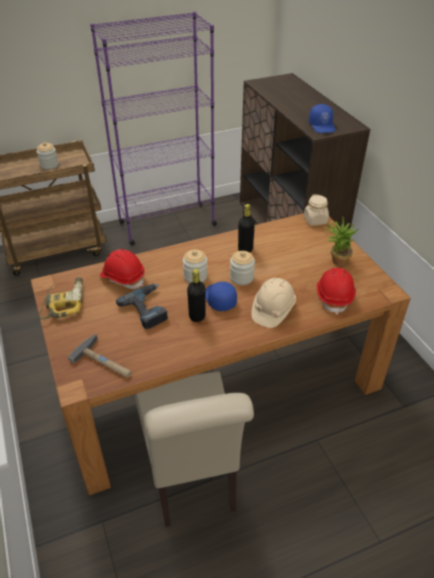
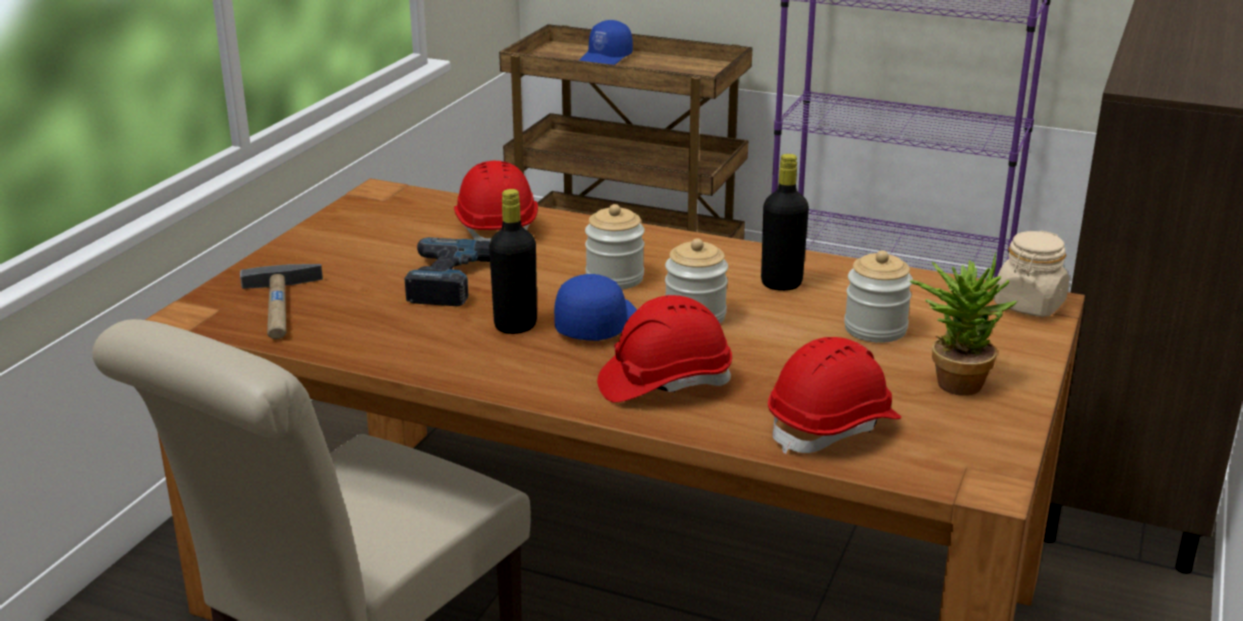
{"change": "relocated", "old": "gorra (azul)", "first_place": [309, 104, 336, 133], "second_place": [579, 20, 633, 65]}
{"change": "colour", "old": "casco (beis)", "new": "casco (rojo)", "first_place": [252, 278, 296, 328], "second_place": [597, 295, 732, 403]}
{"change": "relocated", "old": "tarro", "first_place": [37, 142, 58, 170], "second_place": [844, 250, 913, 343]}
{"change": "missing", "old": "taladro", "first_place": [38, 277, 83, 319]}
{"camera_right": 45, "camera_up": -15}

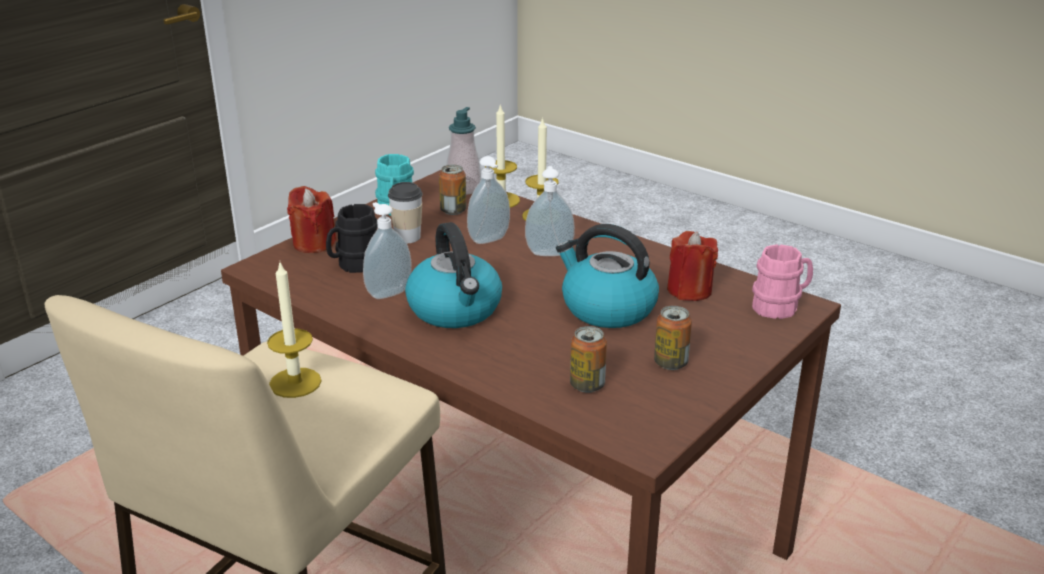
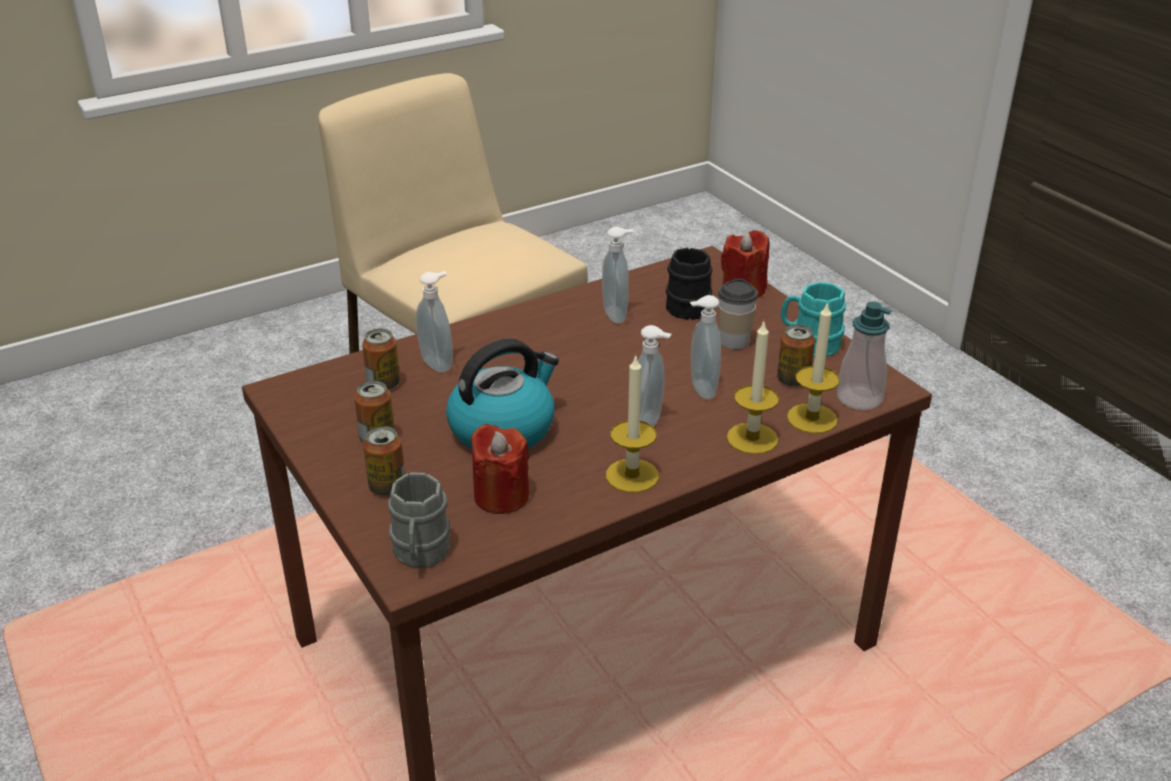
{"change": "appeared", "new": "lata", "second_place": [363, 426, 405, 496]}
{"change": "colour", "old": "taza grande (rosa)", "new": "taza grande (gris)", "first_place": [752, 244, 813, 319], "second_place": [388, 472, 450, 568]}
{"change": "appeared", "new": "dispensador de jabón", "second_place": [416, 271, 453, 372]}
{"change": "relocated", "old": "vela", "first_place": [267, 263, 321, 398], "second_place": [606, 354, 659, 493]}
{"change": "missing", "old": "hervidor", "first_place": [405, 222, 502, 328]}
{"camera_right": 110, "camera_up": 5}

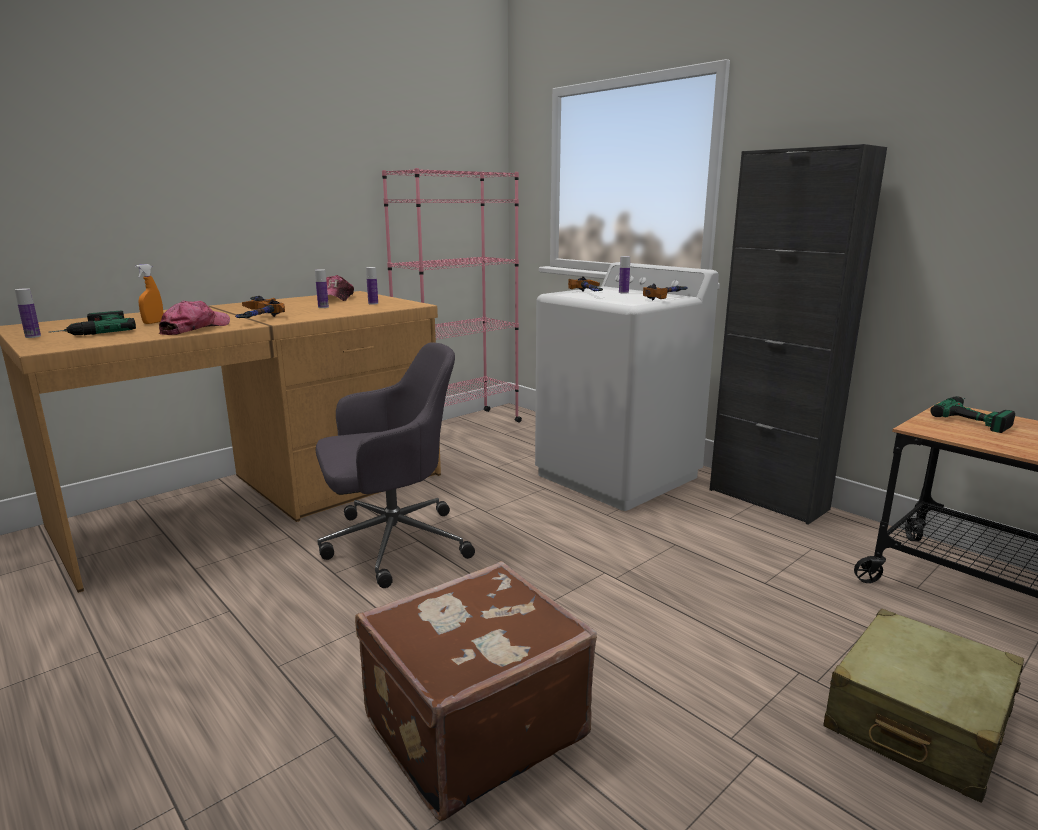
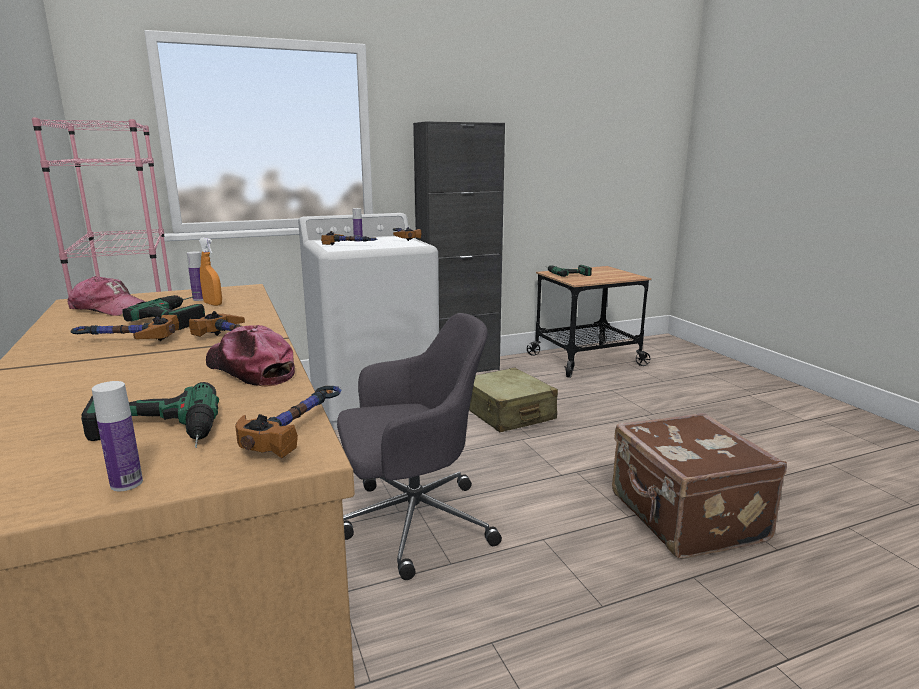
{"change": "exchanged", "old": "botella", "new": "taladro", "first_place": [315, 269, 329, 308], "second_place": [123, 295, 205, 330]}
{"change": "relocated", "old": "pulverizador (naranja)", "first_place": [135, 264, 164, 324], "second_place": [199, 238, 222, 306]}
{"change": "appeared", "new": "martillo", "second_place": [235, 386, 342, 458]}
{"change": "spun", "old": "silla de oficina (gris)", "first_place": [316, 342, 475, 588], "second_place": [337, 313, 502, 580], "degrees": 75}
{"change": "relocated", "old": "maleta (beis)", "first_place": [823, 609, 1024, 803], "second_place": [469, 367, 558, 432]}
{"camera_right": -70, "camera_up": 0}

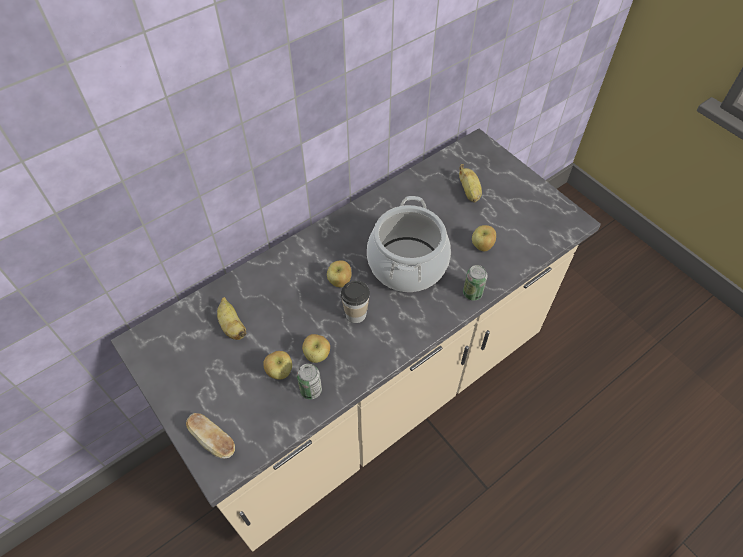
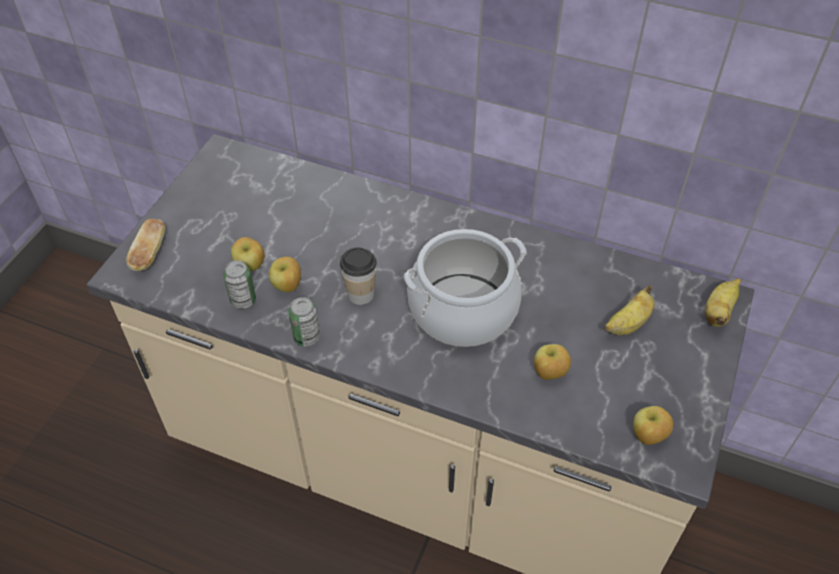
{"change": "relocated", "old": "lata", "first_place": [463, 265, 487, 301], "second_place": [288, 297, 320, 347]}
{"change": "relocated", "old": "manzana", "first_place": [327, 261, 351, 288], "second_place": [633, 406, 673, 445]}
{"change": "relocated", "old": "plátano", "first_place": [217, 297, 247, 340], "second_place": [705, 278, 741, 327]}
{"camera_right": 60, "camera_up": -5}

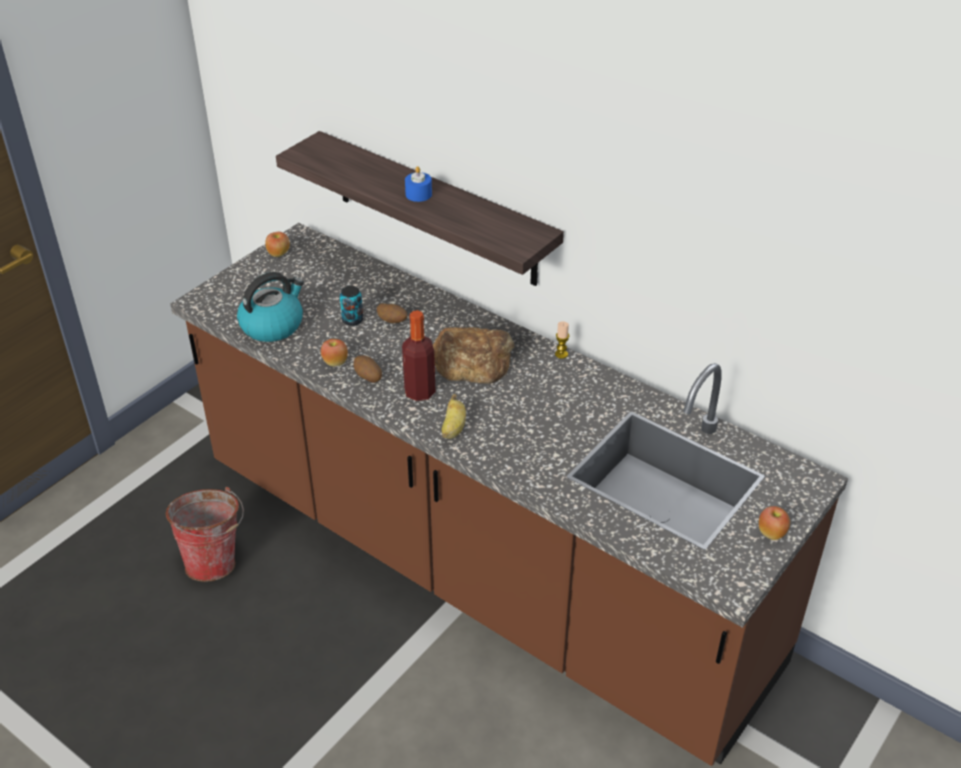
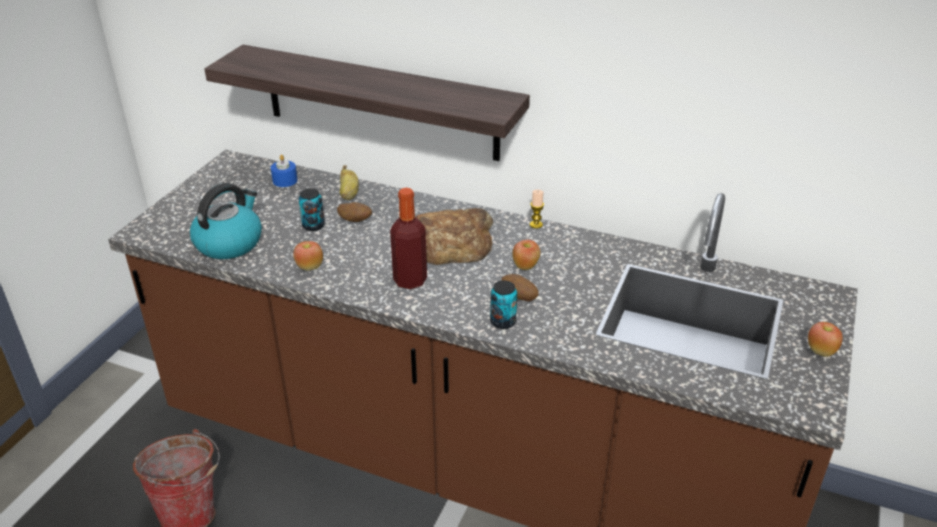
{"change": "relocated", "old": "vela (azul)", "first_place": [405, 166, 432, 202], "second_place": [271, 155, 298, 187]}
{"change": "relocated", "old": "plátano", "first_place": [442, 394, 466, 439], "second_place": [340, 165, 359, 200]}
{"change": "appeared", "new": "lata", "second_place": [490, 280, 517, 329]}
{"change": "relocated", "old": "patata", "first_place": [354, 356, 382, 383], "second_place": [501, 274, 539, 301]}
{"change": "relocated", "old": "manzana", "first_place": [265, 232, 290, 257], "second_place": [512, 240, 540, 270]}
{"camera_right": -15, "camera_up": -5}

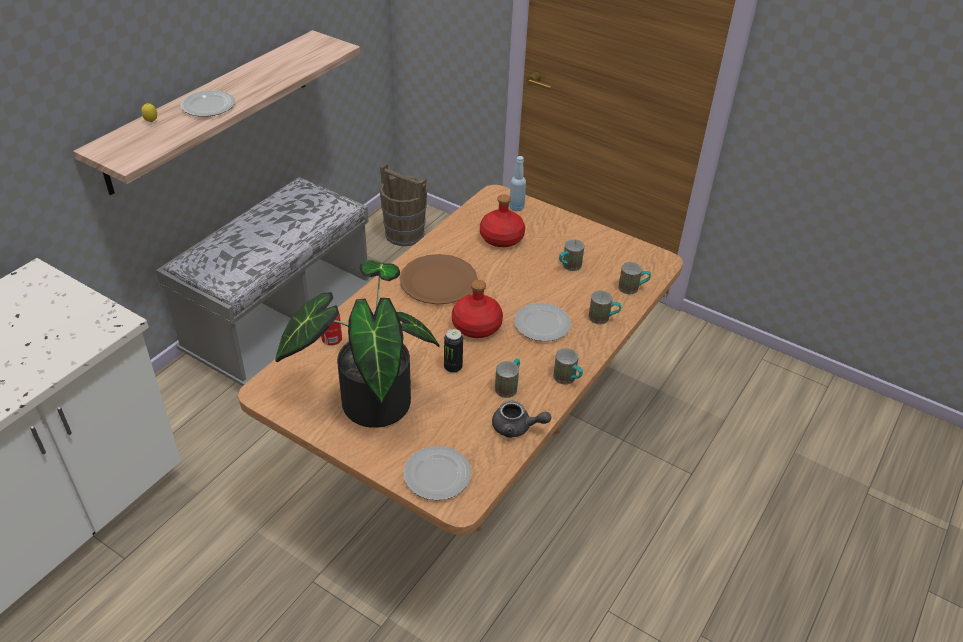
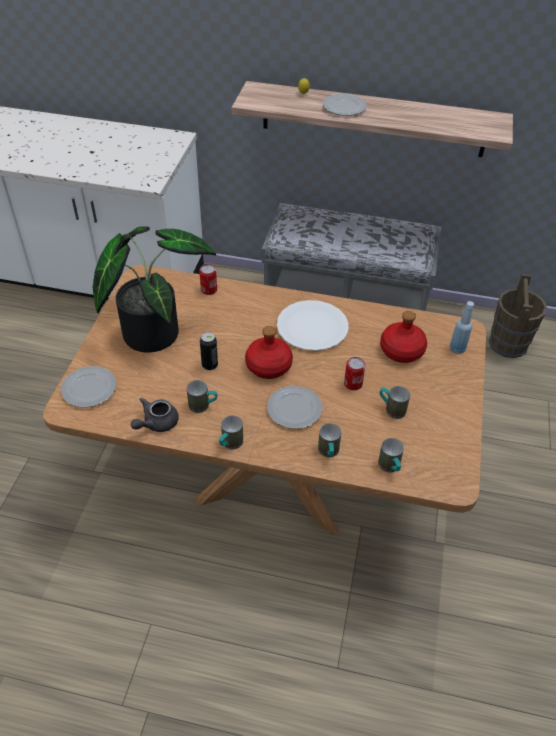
{"change": "spun", "old": "tetera (gris)", "first_place": [492, 400, 551, 438], "second_place": [131, 398, 179, 432], "degrees": 45}
{"change": "colour", "old": "plato (marrón)", "new": "plato (blanco)", "first_place": [400, 254, 478, 305], "second_place": [277, 300, 349, 351]}
{"change": "appeared", "new": "lata", "second_place": [344, 357, 366, 390]}
{"camera_right": 70, "camera_up": 5}

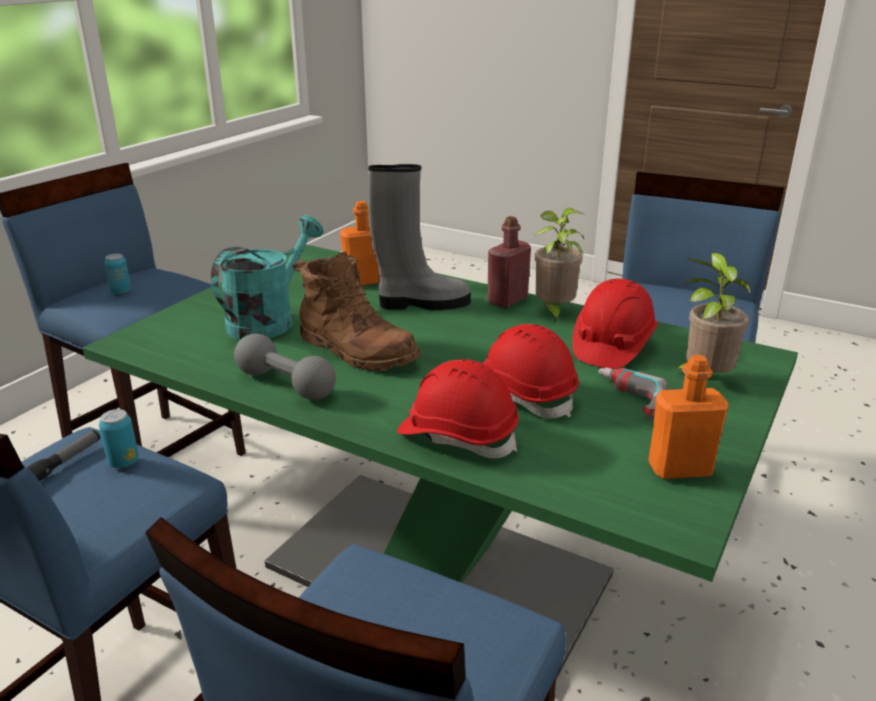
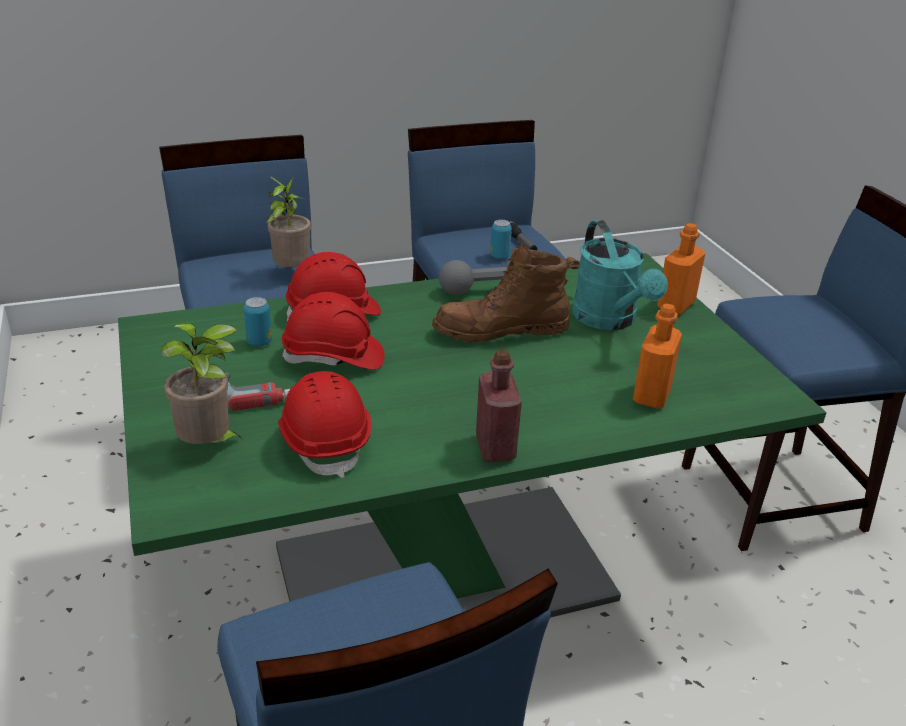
{"change": "relocated", "old": "lata", "first_place": [104, 254, 131, 294], "second_place": [244, 297, 272, 346]}
{"change": "relocated", "old": "planta en maceta", "first_place": [535, 208, 584, 324], "second_place": [266, 176, 311, 267]}
{"change": "relocated", "old": "botella (naranja)", "first_place": [648, 355, 728, 479], "second_place": [657, 223, 705, 315]}
{"change": "missing", "old": "bota (gris)", "first_place": [368, 164, 471, 310]}
{"camera_right": 130, "camera_up": 5}

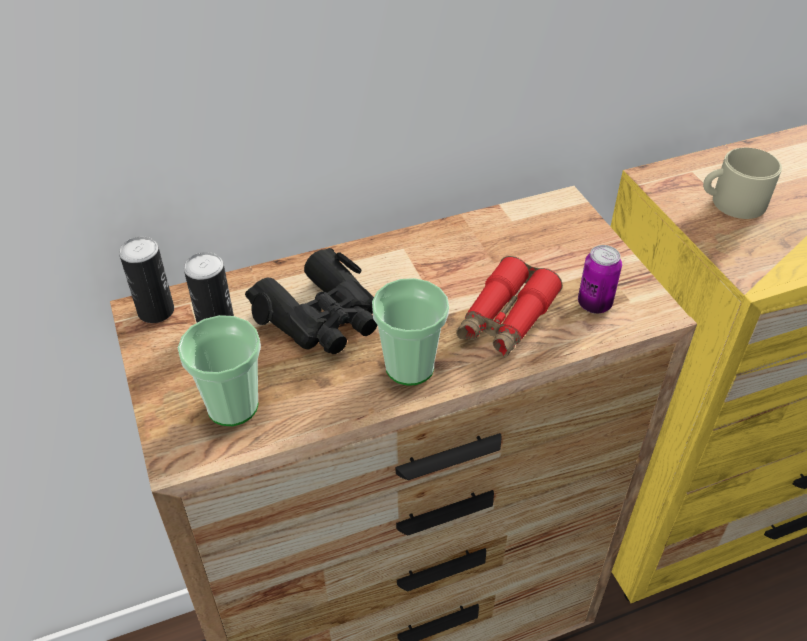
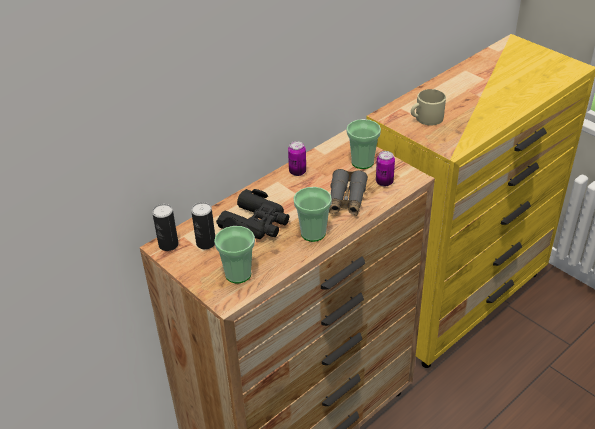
{"change": "appeared", "new": "lata", "second_place": [288, 141, 306, 176]}
{"change": "colour", "old": "prismáticos (rojo)", "new": "prismáticos (gris)", "first_place": [456, 256, 563, 357], "second_place": [329, 169, 368, 216]}
{"change": "appeared", "new": "taza", "second_place": [347, 119, 381, 169]}
{"camera_right": -20, "camera_up": -5}

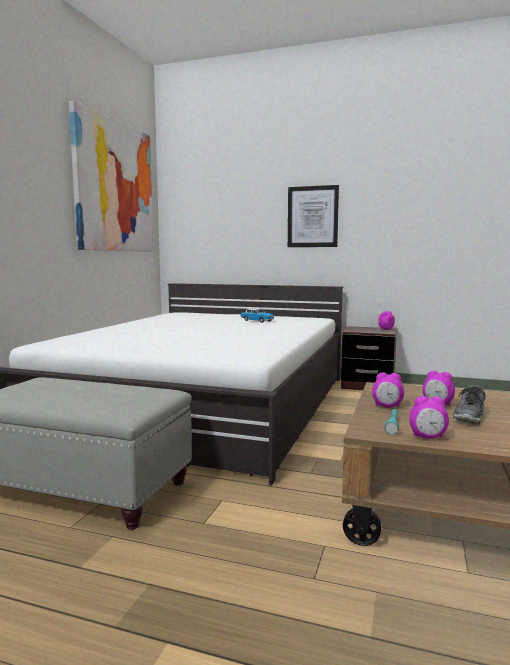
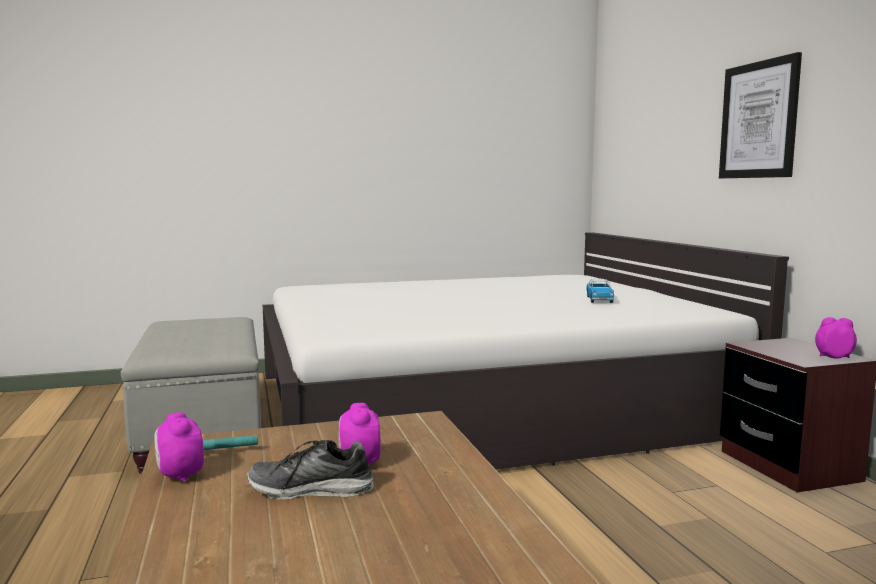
{"change": "missing", "old": "cuadro", "first_place": [69, 101, 154, 251]}
{"change": "missing", "old": "despertador", "first_place": [372, 372, 404, 408]}
{"camera_right": 55, "camera_up": 0}

